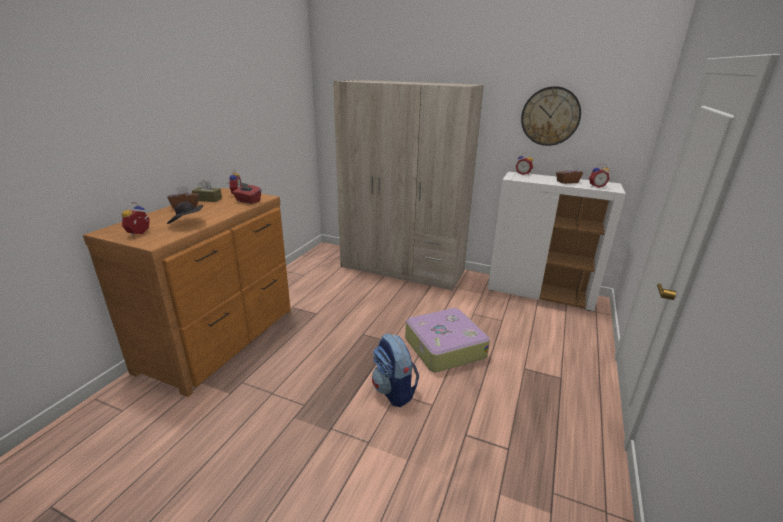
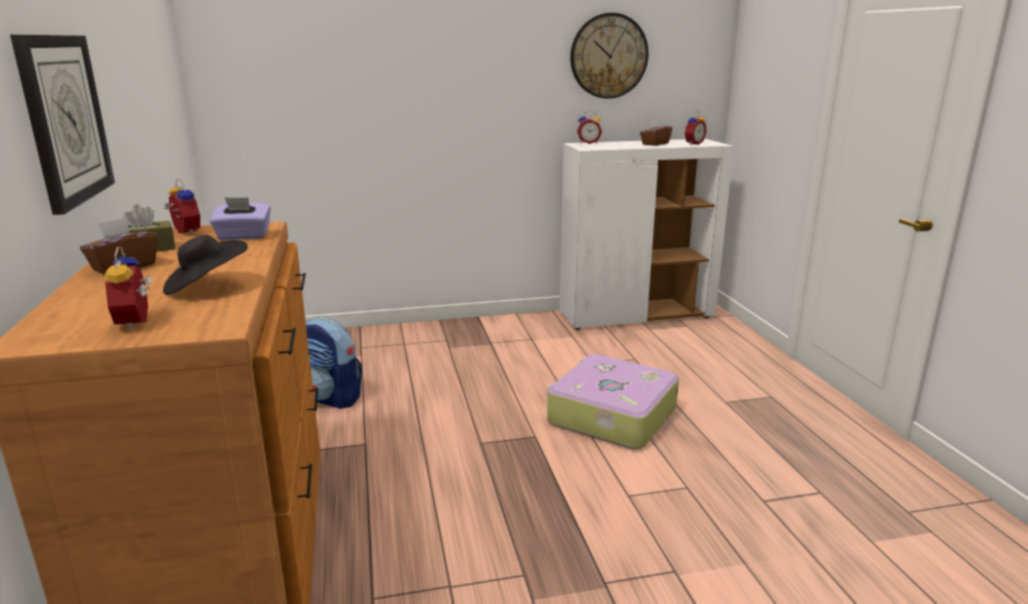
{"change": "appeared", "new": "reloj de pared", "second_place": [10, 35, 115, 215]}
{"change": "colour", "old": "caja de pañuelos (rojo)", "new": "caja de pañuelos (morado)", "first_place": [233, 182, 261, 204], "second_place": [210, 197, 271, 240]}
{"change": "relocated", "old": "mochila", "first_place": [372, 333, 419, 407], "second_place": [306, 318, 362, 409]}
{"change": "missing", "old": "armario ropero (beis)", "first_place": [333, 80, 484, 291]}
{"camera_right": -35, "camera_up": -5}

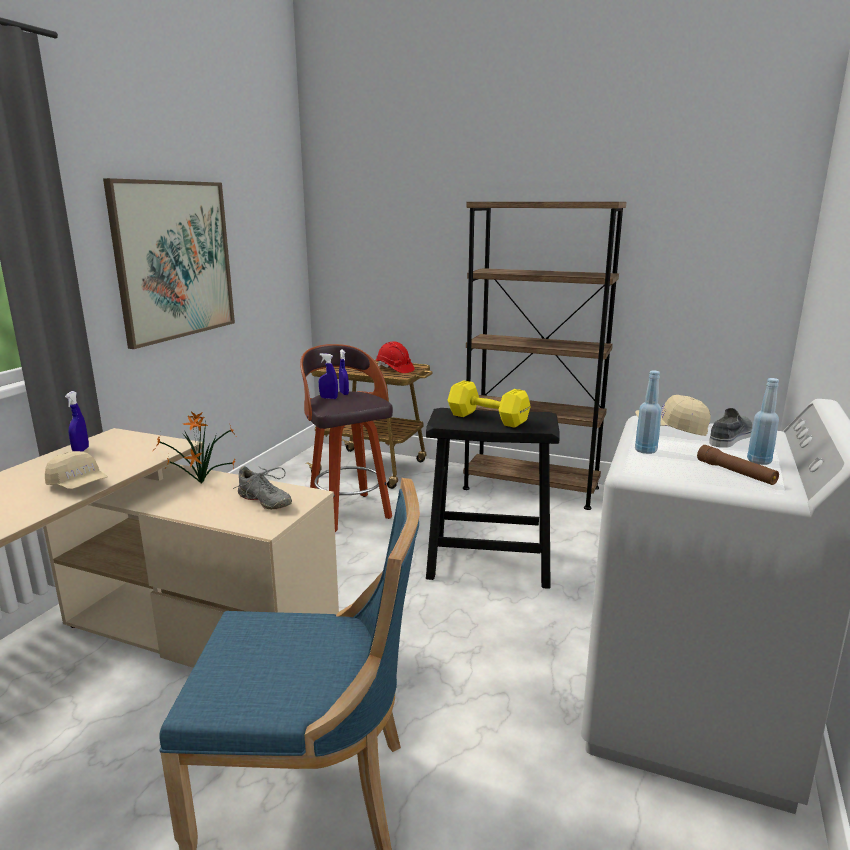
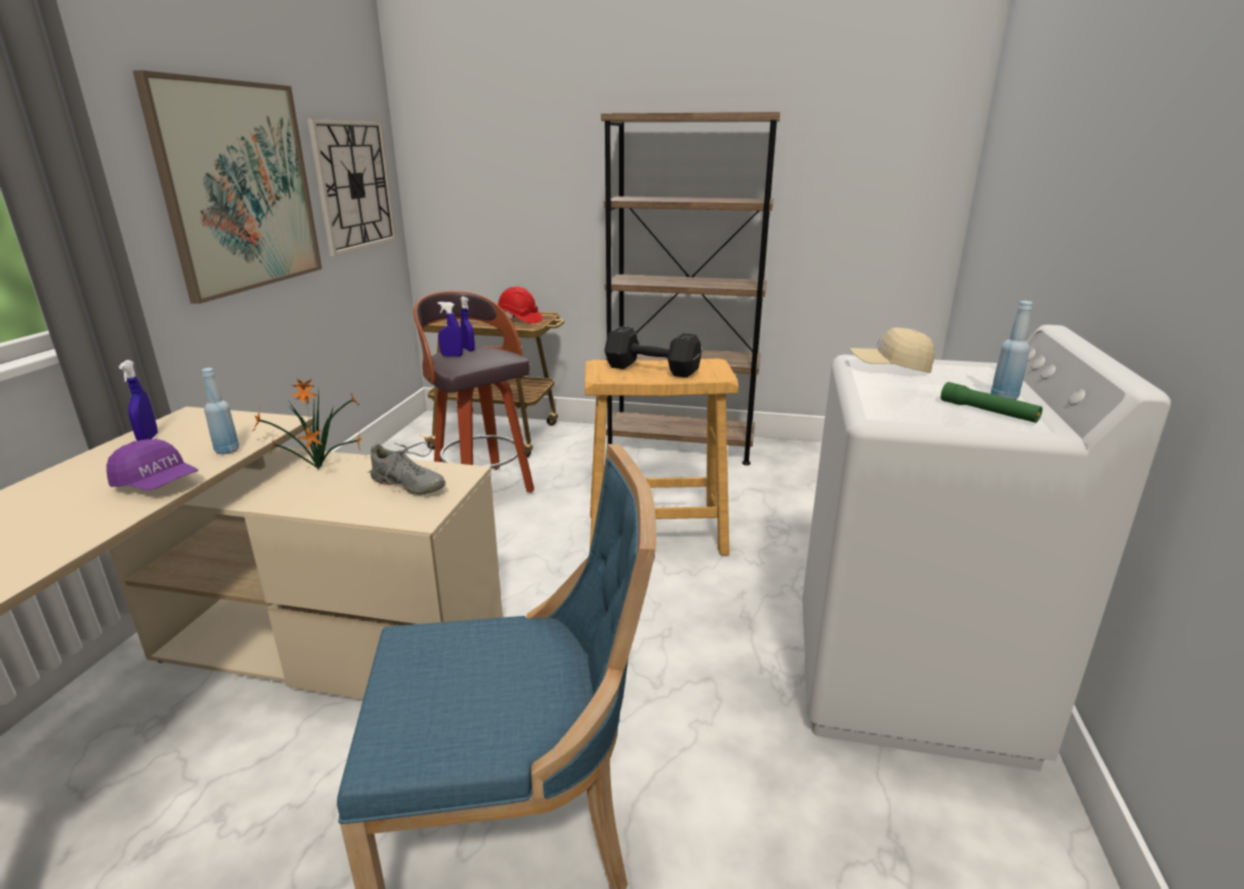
{"change": "colour", "old": "gorra (beis)", "new": "gorra (morado)", "first_place": [45, 451, 108, 489], "second_place": [107, 439, 198, 490]}
{"change": "relocated", "old": "botella (azul)", "first_place": [635, 370, 662, 454], "second_place": [202, 368, 239, 454]}
{"change": "appeared", "new": "reloj de pared", "second_place": [307, 118, 397, 256]}
{"change": "colour", "old": "taburete (negro)", "new": "taburete (beis)", "first_place": [426, 408, 560, 589], "second_place": [585, 358, 739, 556]}
{"change": "colour", "old": "mancuerna (amarillo)", "new": "mancuerna (negro)", "first_place": [447, 380, 531, 428], "second_place": [604, 326, 702, 378]}
{"change": "colour", "old": "linterna (marrón)", "new": "linterna (verde)", "first_place": [697, 445, 779, 485], "second_place": [941, 382, 1043, 423]}
{"change": "missing", "old": "zapato (gris)", "first_place": [709, 408, 753, 448]}
{"camera_right": -10, "camera_up": 5}

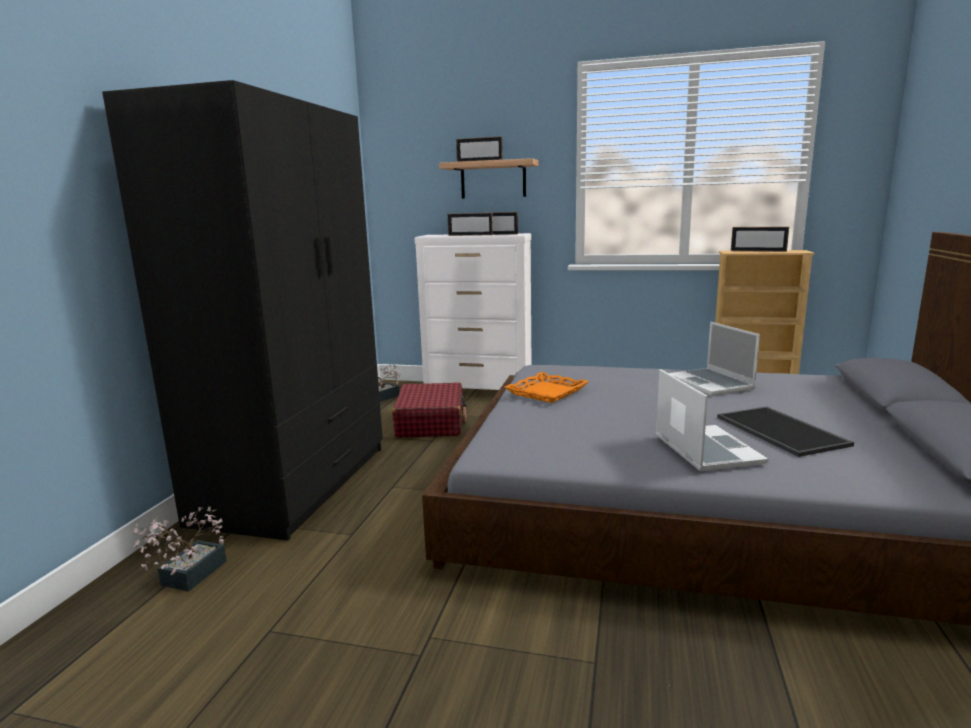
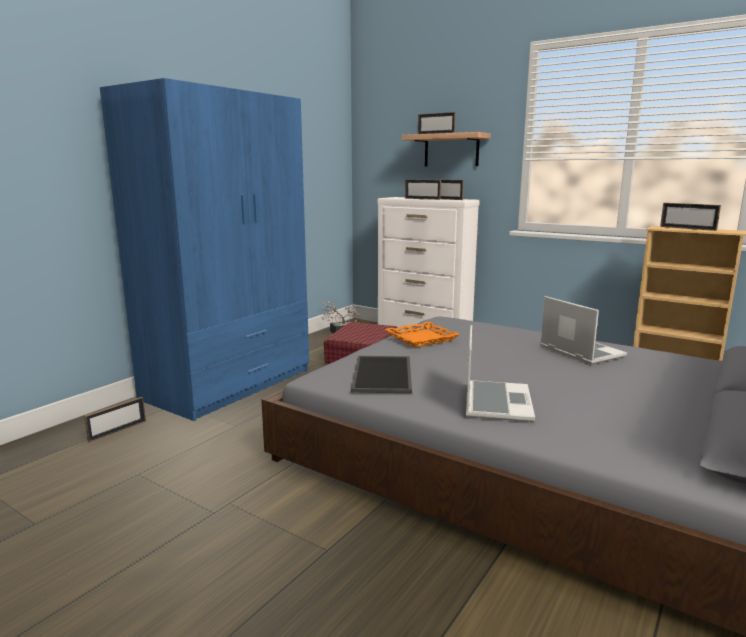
{"change": "exchanged", "old": "planta en maceta", "new": "portarretratos", "first_place": [132, 507, 227, 592], "second_place": [84, 397, 146, 442]}
{"change": "colour", "old": "armario ropero (negro)", "new": "armario ropero (azul)", "first_place": [102, 80, 383, 540], "second_place": [100, 78, 309, 421]}
{"change": "relocated", "old": "bandeja", "first_place": [717, 406, 854, 457], "second_place": [351, 356, 412, 393]}
{"change": "spun", "old": "portátil", "first_place": [669, 322, 760, 396], "second_place": [540, 296, 627, 365], "degrees": 150}
{"camera_right": 20, "camera_up": 0}

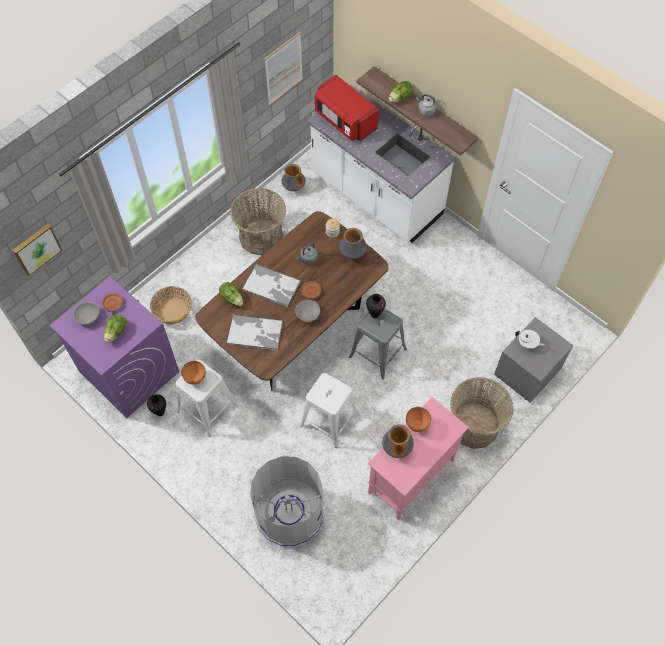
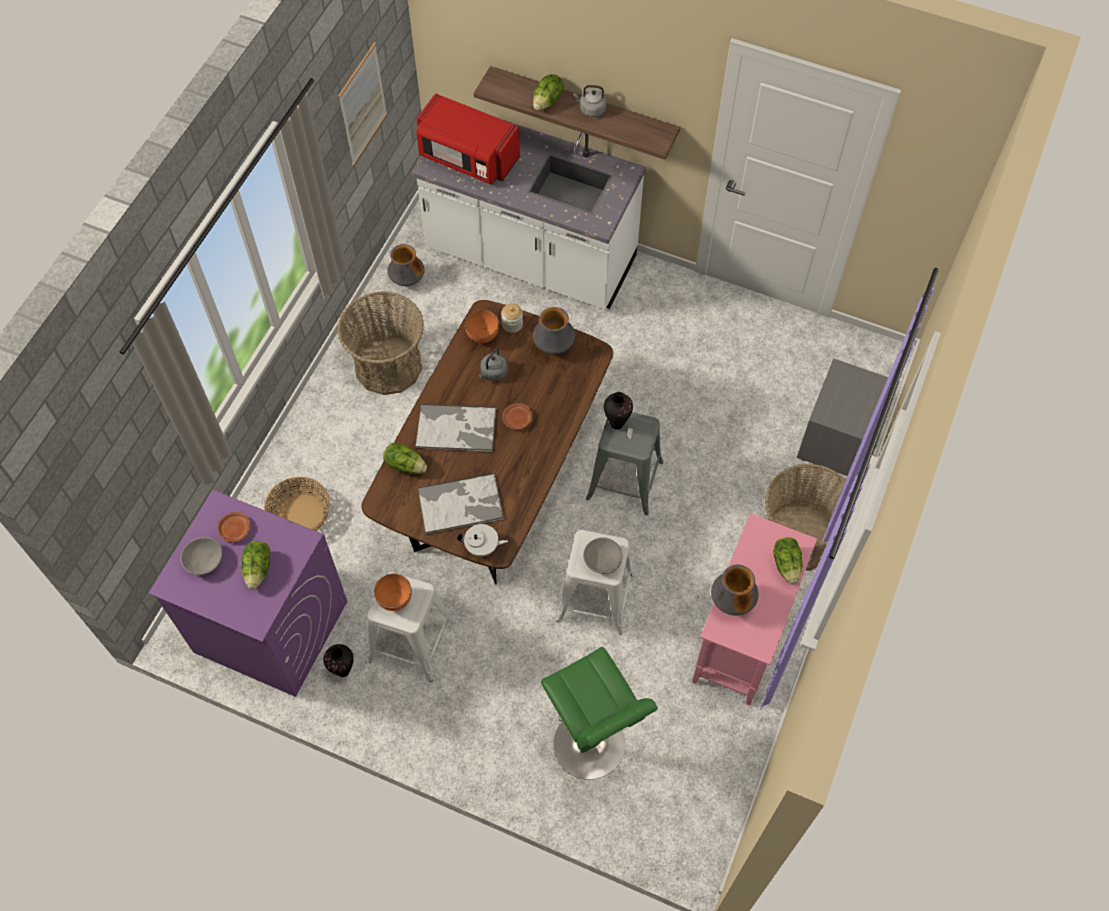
{"change": "relocated", "old": "tetera (blanco)", "first_place": [515, 330, 545, 350], "second_place": [457, 524, 508, 557]}
{"change": "relocated", "old": "cuenco (naranja)", "first_place": [406, 407, 431, 432], "second_place": [465, 310, 499, 343]}
{"change": "exchanged", "old": "papelera (gris)", "new": "taburete (verde)", "first_place": [250, 456, 324, 546], "second_place": [541, 647, 658, 780]}
{"change": "relocated", "old": "cuenco (gris)", "first_place": [295, 300, 320, 322], "second_place": [583, 537, 622, 574]}
{"change": "appeared", "new": "lechuga", "second_place": [773, 537, 802, 585]}
{"change": "missing", "old": "cuadro", "first_place": [13, 224, 62, 276]}
{"camera_right": -20, "camera_up": 0}

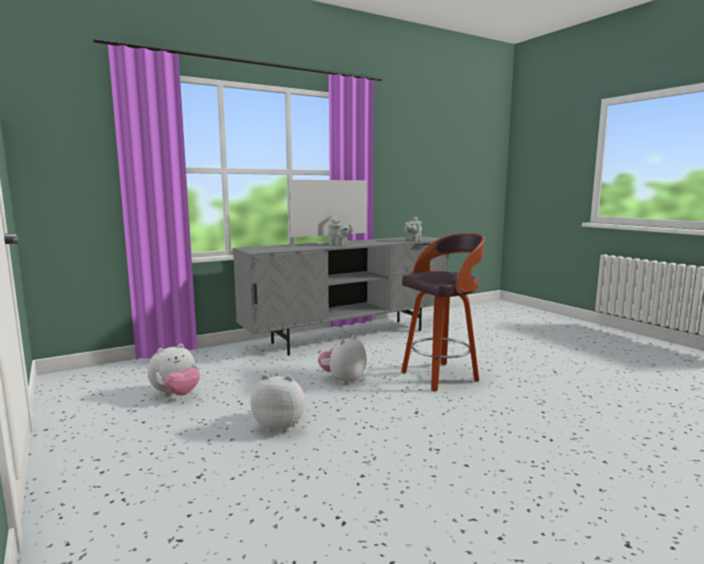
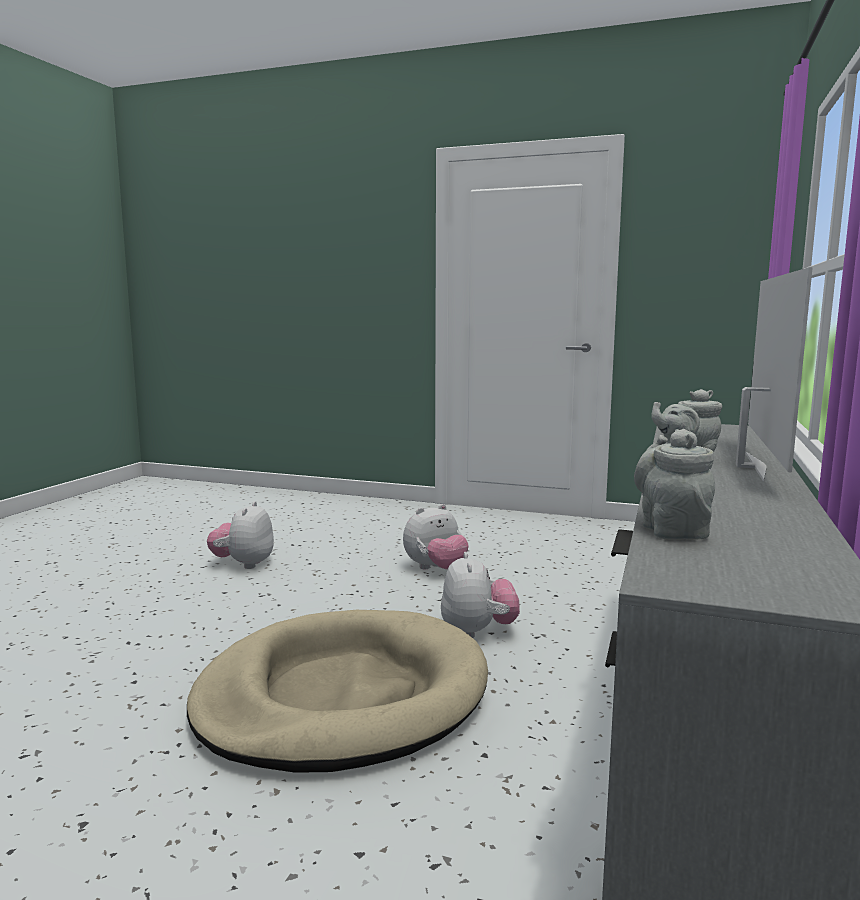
{"change": "exchanged", "old": "taburete", "new": "cama para perro (beis)", "first_place": [401, 233, 485, 392], "second_place": [187, 610, 488, 773]}
{"change": "relocated", "old": "peluche", "first_place": [147, 344, 200, 396], "second_place": [207, 501, 274, 569]}
{"camera_right": 140, "camera_up": 0}

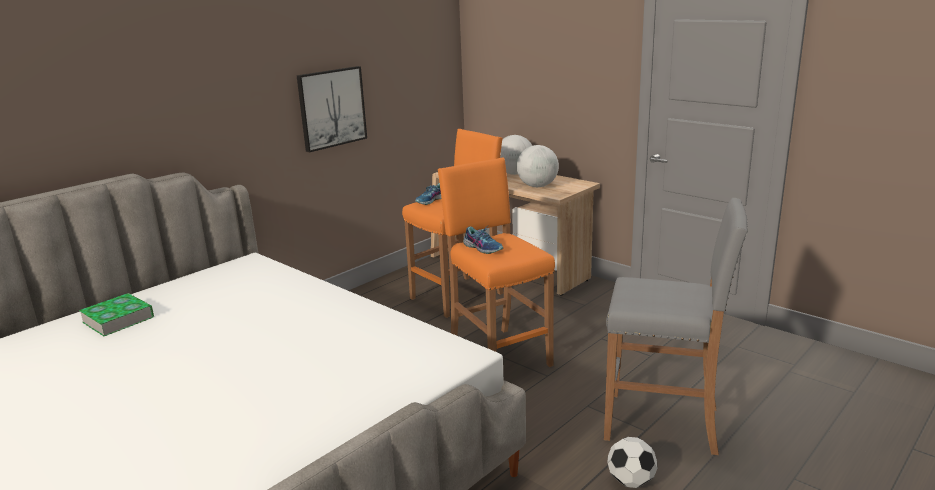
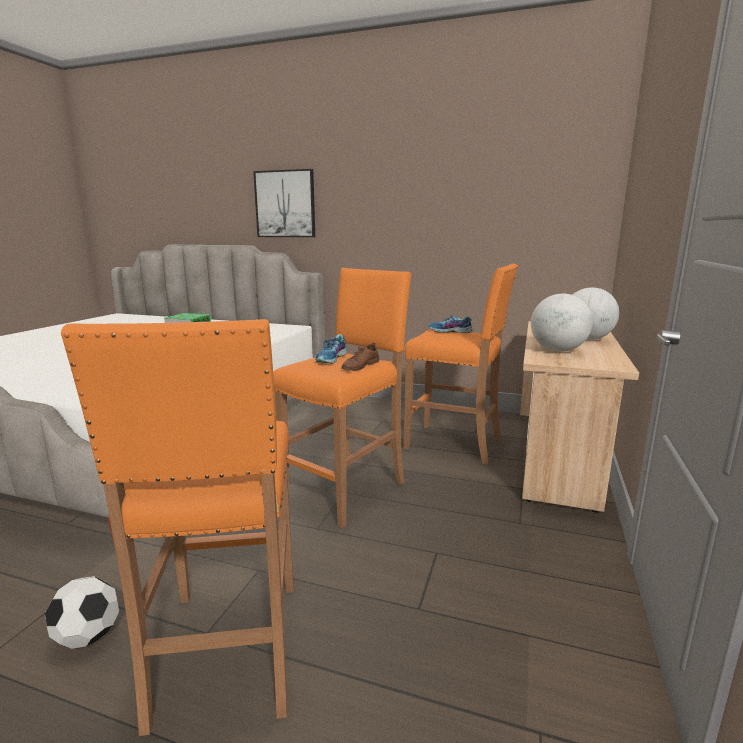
{"change": "colour", "old": "taburete (gris)", "new": "taburete (naranja)", "first_place": [604, 198, 748, 455], "second_place": [61, 319, 294, 736]}
{"change": "relocated", "old": "cuadro", "first_place": [297, 66, 367, 153], "second_place": [253, 169, 315, 237]}
{"change": "appeared", "new": "zapato (marrón)", "second_place": [341, 343, 379, 371]}
{"camera_right": 65, "camera_up": -5}

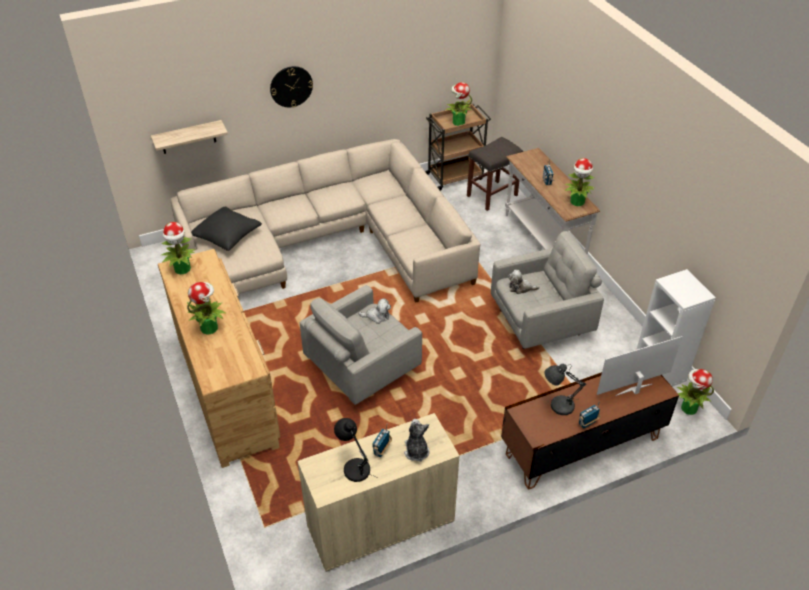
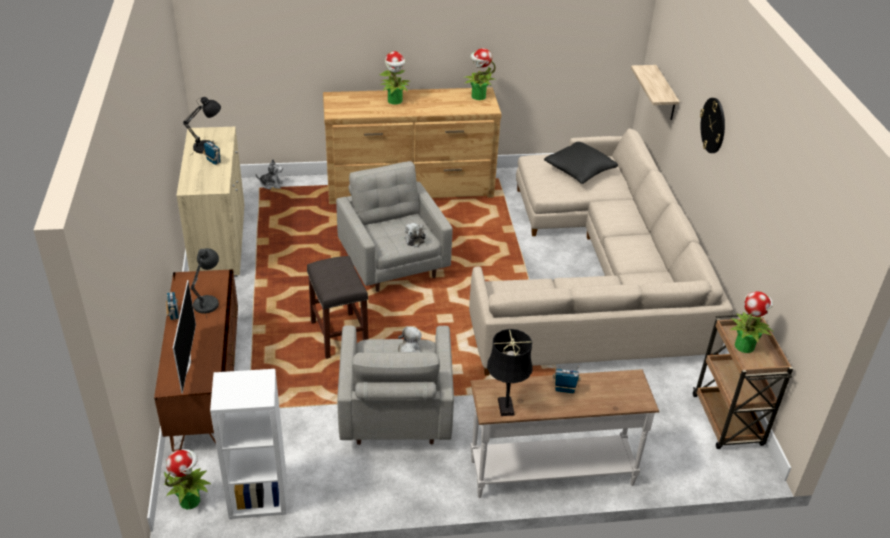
{"change": "relocated", "old": "peluche", "first_place": [404, 419, 430, 462], "second_place": [256, 159, 283, 189]}
{"change": "relocated", "old": "taburete (gris)", "first_place": [467, 137, 523, 211], "second_place": [307, 256, 368, 359]}
{"change": "exchanged", "old": "planta en maceta", "new": "lámpara de mesa (negro)", "first_place": [564, 158, 595, 206], "second_place": [487, 329, 533, 416]}
{"camera_right": 105, "camera_up": -5}

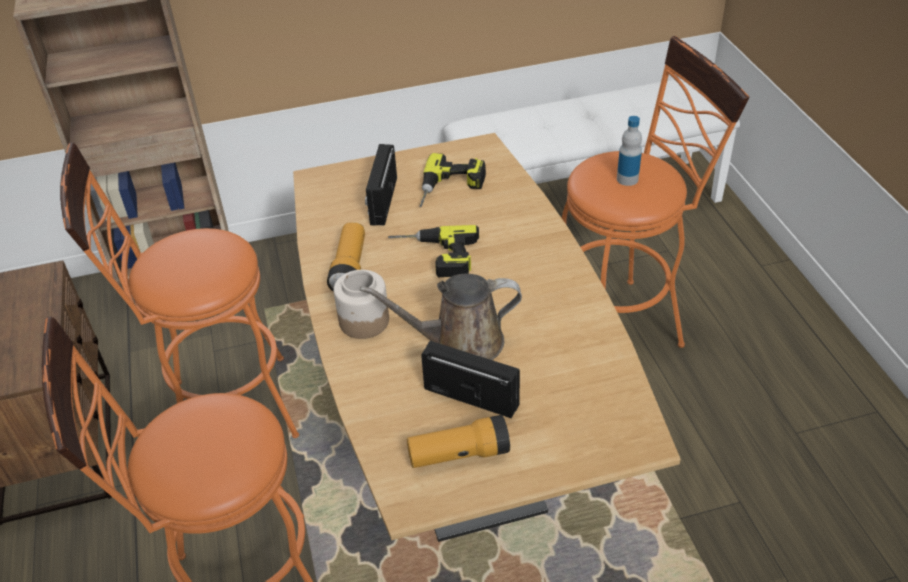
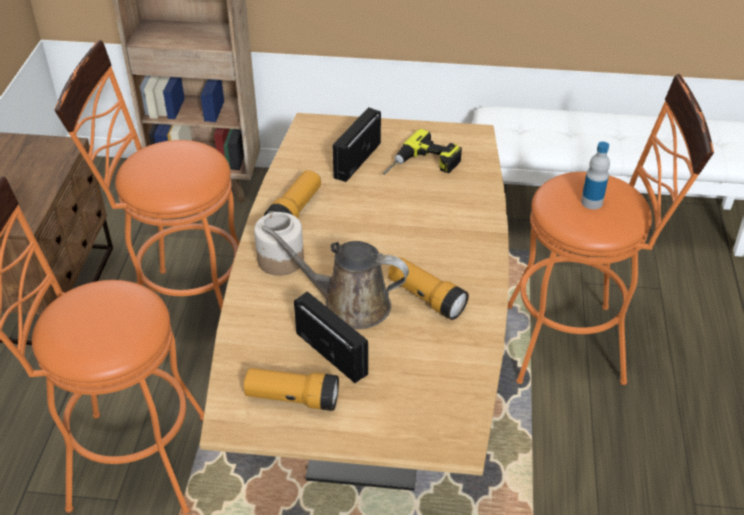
{"change": "appeared", "new": "linterna", "second_place": [388, 257, 469, 320]}
{"change": "missing", "old": "taladro", "first_place": [388, 225, 479, 278]}
{"camera_right": 20, "camera_up": 0}

